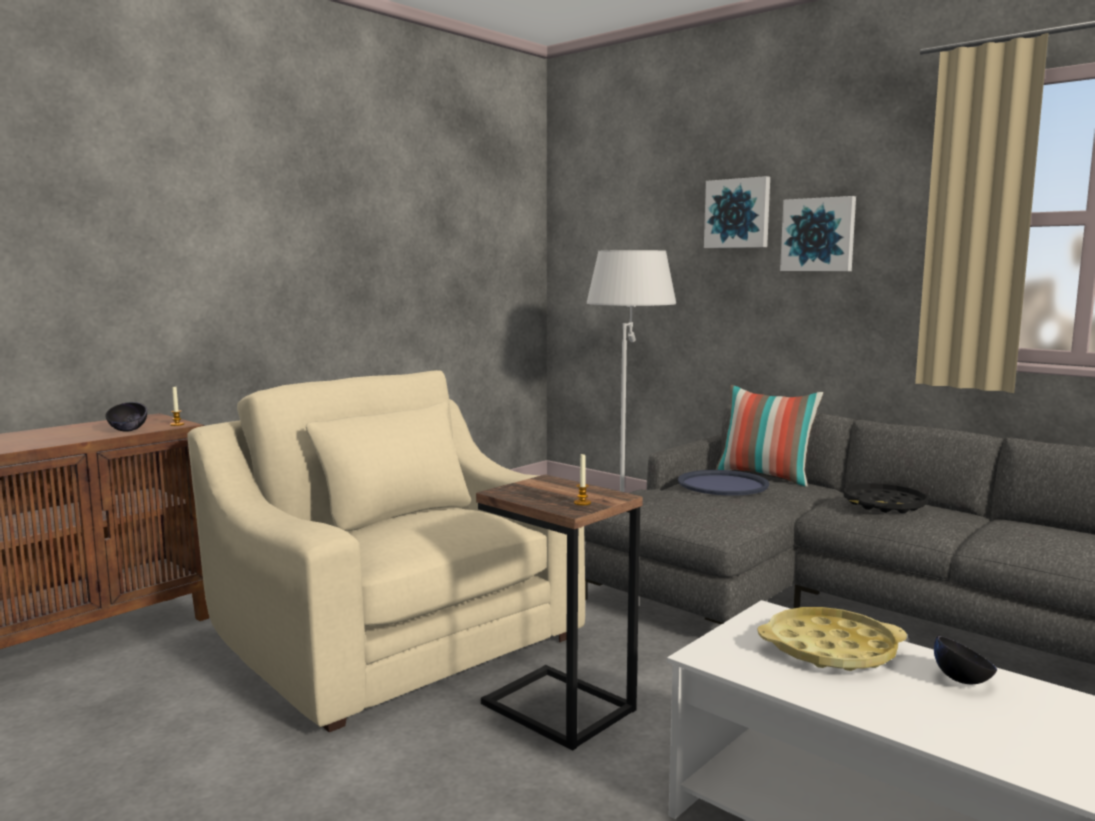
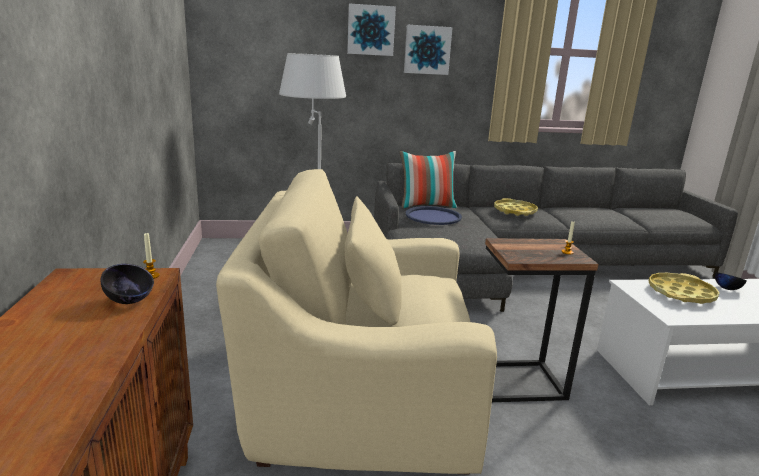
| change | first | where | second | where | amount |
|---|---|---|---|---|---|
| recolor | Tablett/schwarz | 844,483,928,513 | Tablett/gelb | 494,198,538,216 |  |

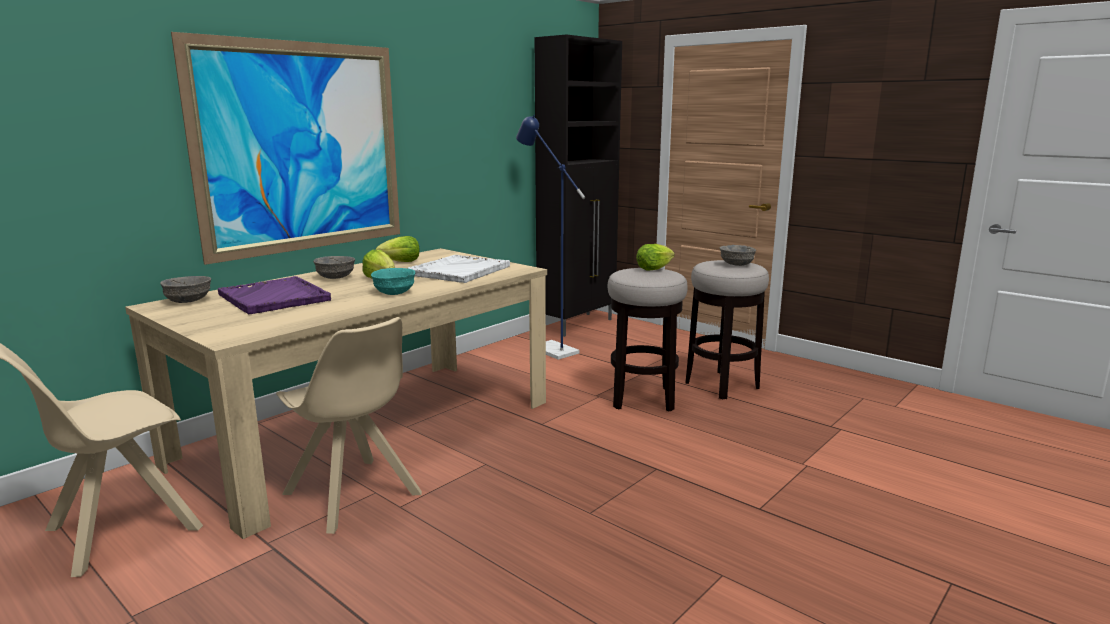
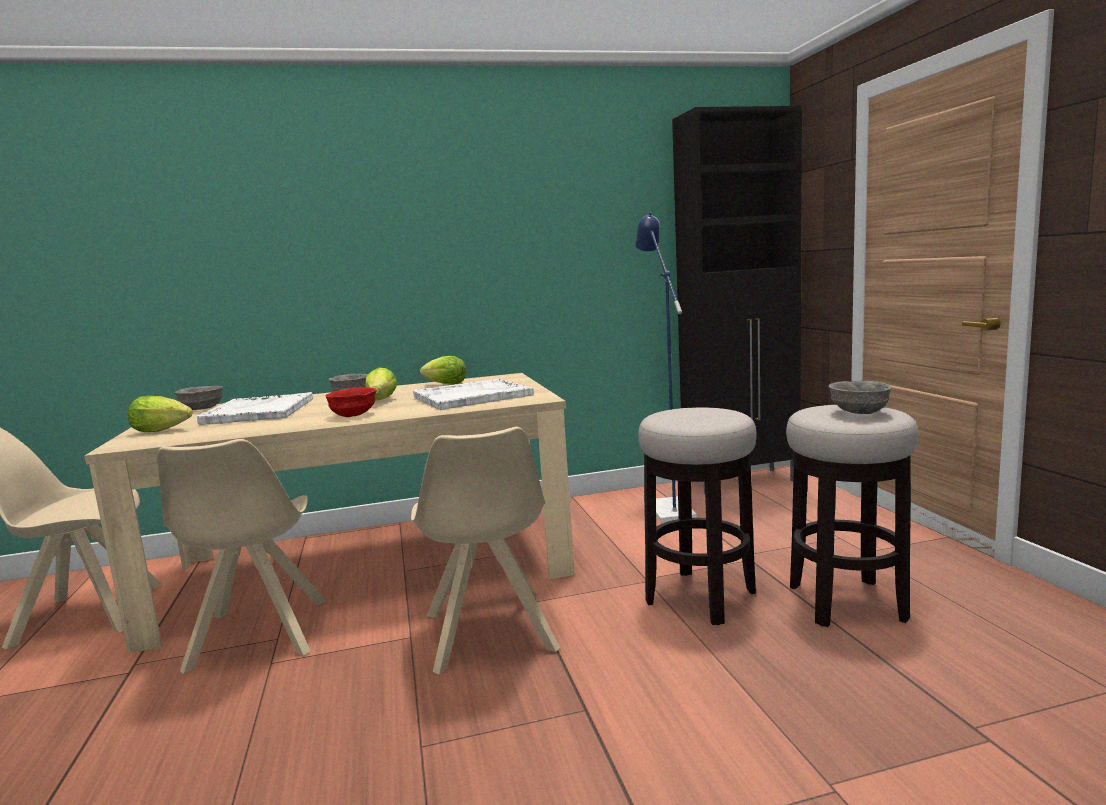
| change | first | where | second | where | amount |
|---|---|---|---|---|---|
| delete | Bild | 171,32,400,265 |  |  |  |
| recolor | Tablett/lila | 218,276,331,314 | Tablett/weiß | 197,392,313,425 |  |
| recolor | Schüssel/türkis | 371,268,415,295 | Schüssel/rot | 325,387,377,417 |  |
| move | Salatkopf | 636,244,675,270 |  | 128,396,193,432 |  |
| insert |  |  | Stuhl/beige | 411,427,560,674 |  |

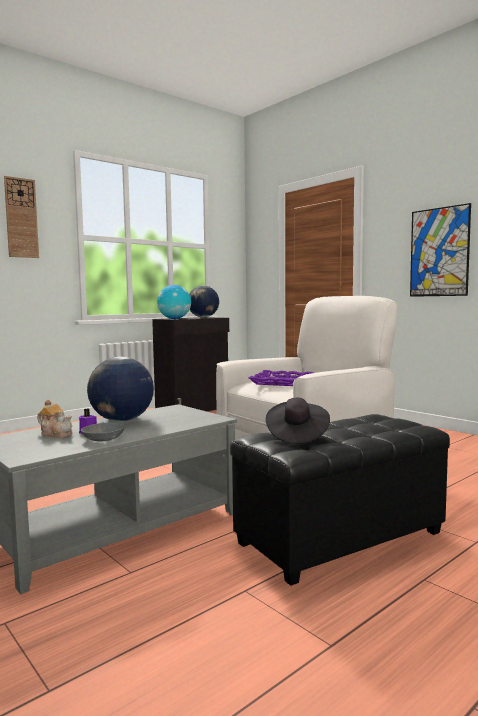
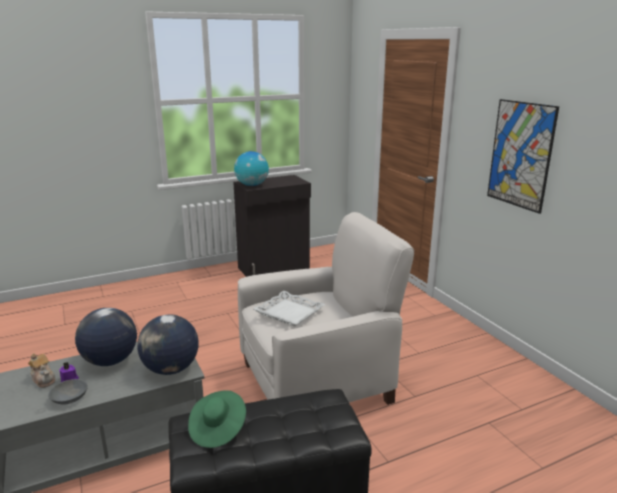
| change | first | where | second | where | amount |
|---|---|---|---|---|---|
| delete | Wanduhr | 4,176,39,258 |  |  |  |
| move | Globus | 189,286,219,318 |  | 137,315,199,375 |  |
| recolor | Tablett/lila | 249,370,314,386 | Tablett/weiß | 253,291,325,327 |  |
| recolor | Hut/schwarz | 266,398,330,444 | Hut/grün | 188,390,246,448 |  |

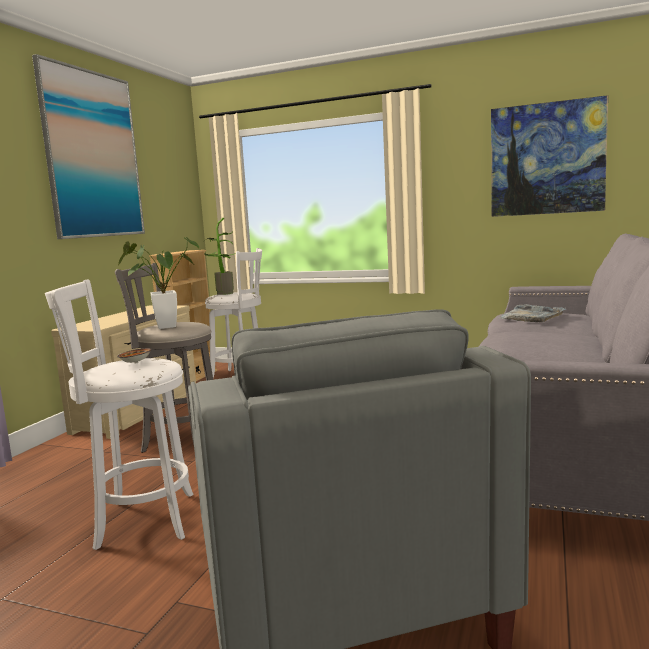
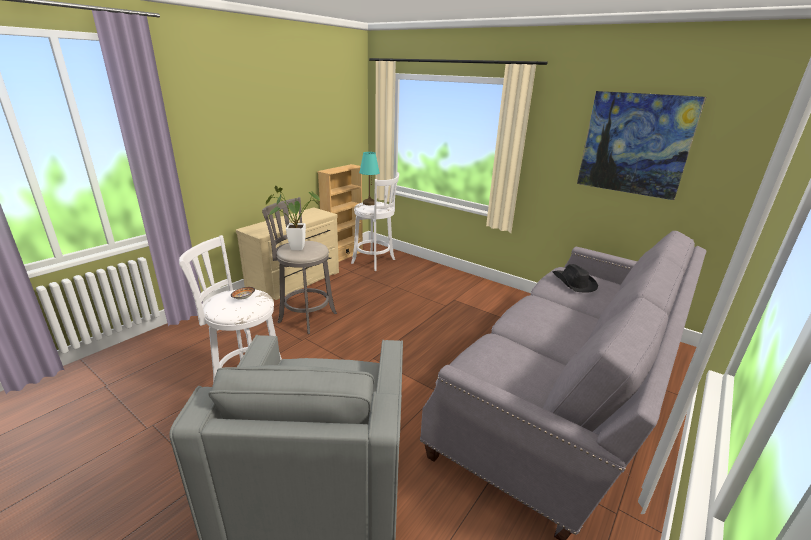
| change | first | where | second | where | amount |
|---|---|---|---|---|---|
| delete | Bild | 32,54,145,239 |  |  |  |
| replace | Topfpflanze | 204,218,236,295 | Tischlampe/türkis | 359,152,380,205 |  |
| replace | Tablett/grau | 499,304,566,322 | Hut/schwarz | 552,264,598,292 |  |

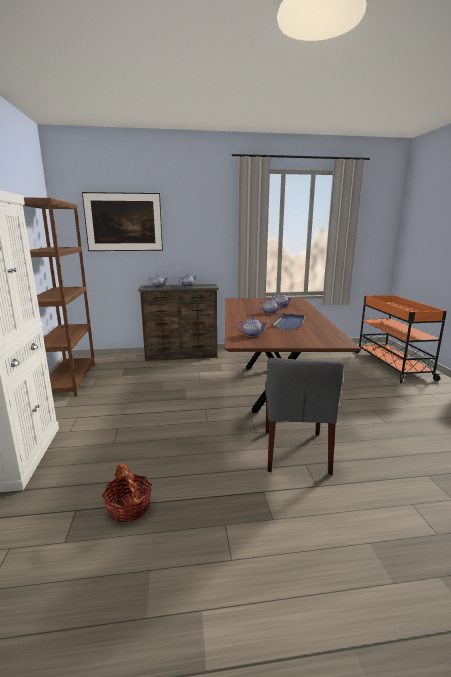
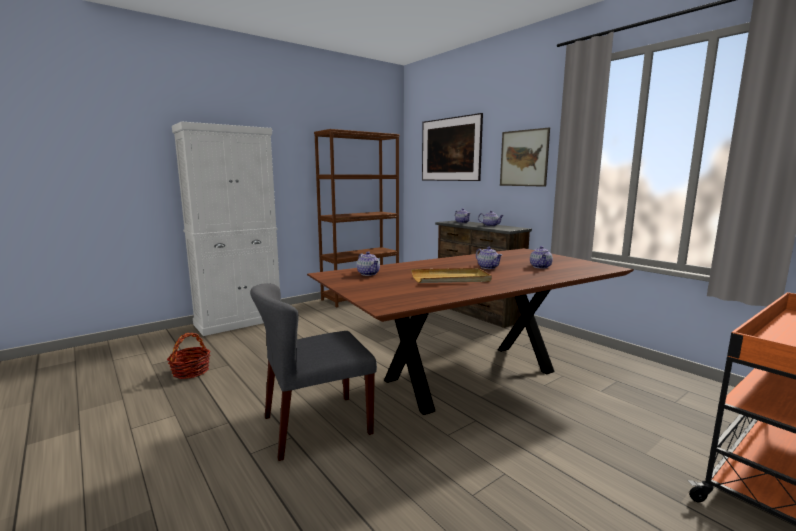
| change | first | where | second | where | amount |
|---|---|---|---|---|---|
| recolor | Tablett/blau | 272,313,305,330 | Tablett/beige | 411,268,492,283 |  |
| insert |  |  | Bild | 500,128,550,187 |  |

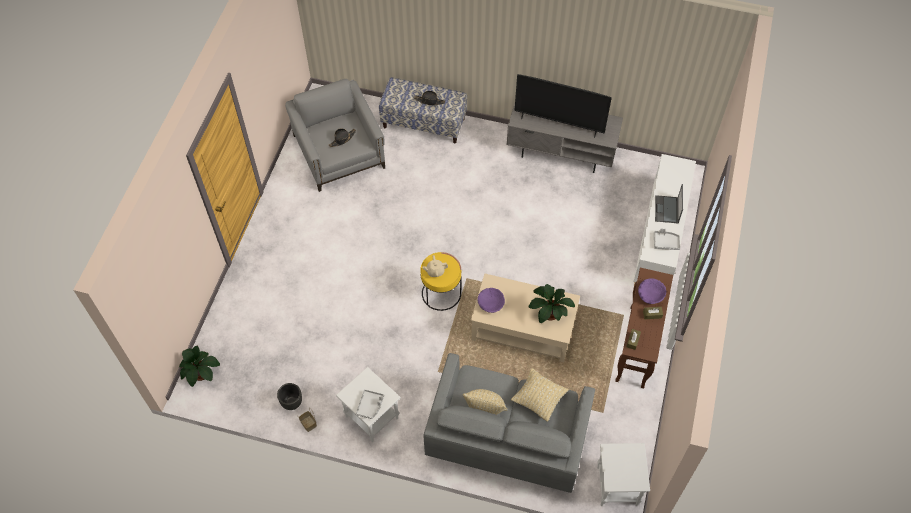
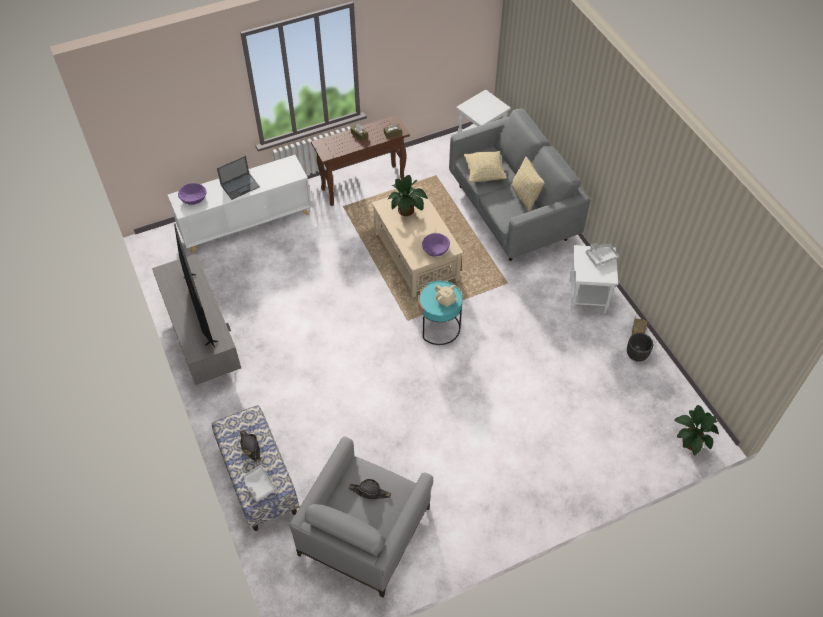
| change | first | where | second | where | amount |
|---|---|---|---|---|---|
| recolor | Beistelltisch/gelb | 420,252,462,311 | Beistelltisch/türkis | 418,281,462,345 |  |
| move | Schüssel/lila | 638,278,666,304 |  | 178,183,207,205 |  |
| move | Tablett/grau | 654,228,680,250 |  | 244,465,277,502 |  |

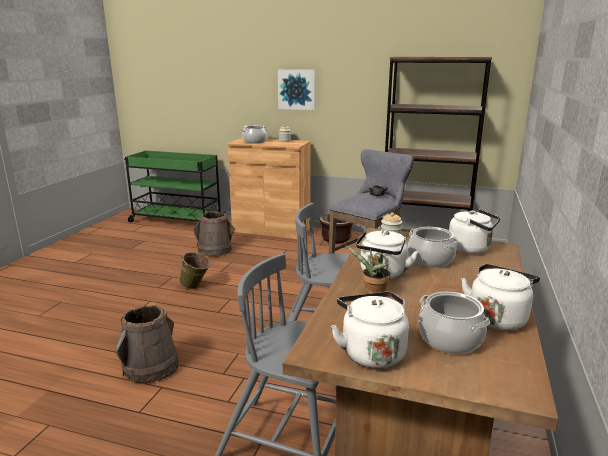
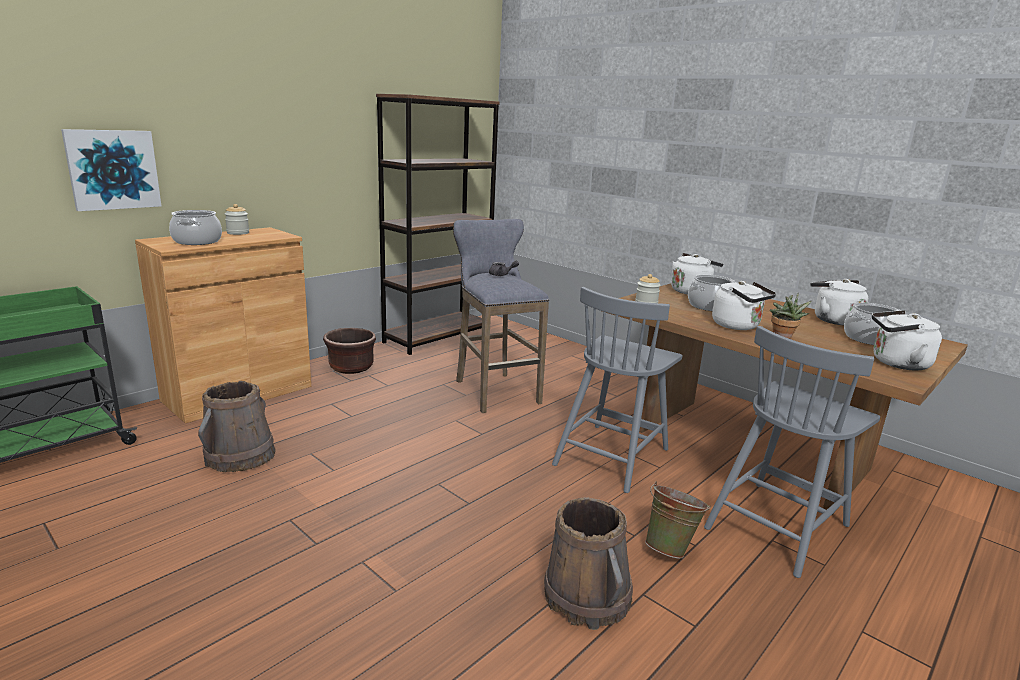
| change | first | where | second | where | amount |
|---|---|---|---|---|---|
| move | Eimer/grün | 179,252,211,289 |  | 645,482,711,559 |  |
| move | Bild | 278,69,316,110 |  | 61,129,162,211 |  |

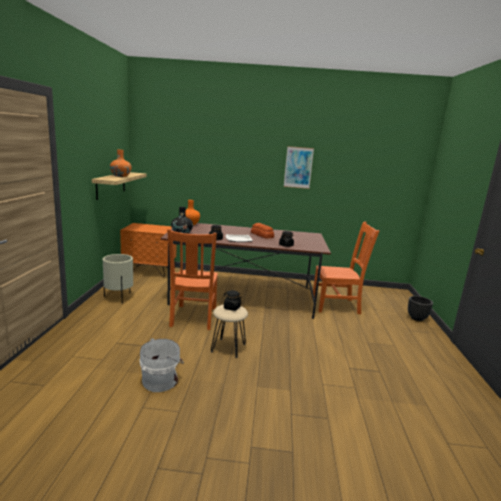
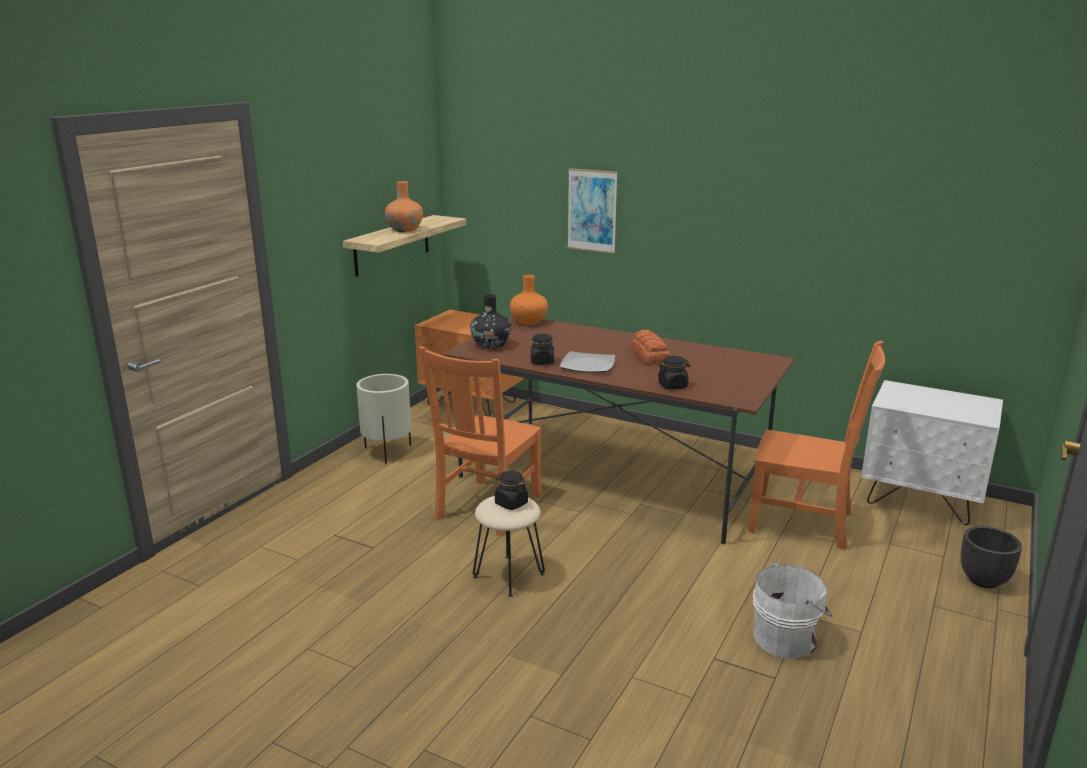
| change | first | where | second | where | amount |
|---|---|---|---|---|---|
| move | Eimer/weiß | 139,338,184,392 |  | 753,562,832,658 |  |
| move | Bild | 284,146,314,189 |  | 568,168,618,253 |  |
| insert |  |  | Nachttisch/weiß | 861,380,1003,525 |  |

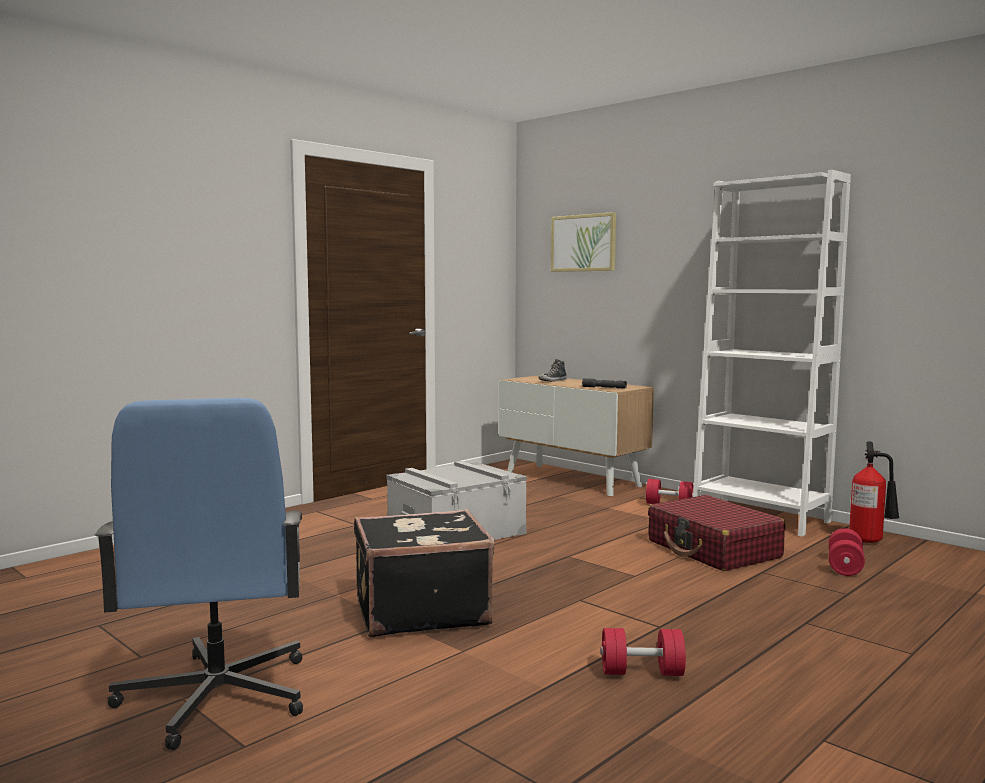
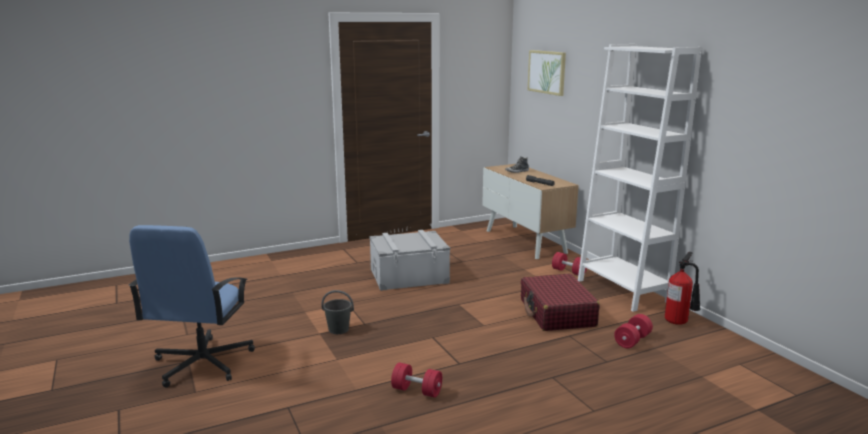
| change | first | where | second | where | amount |
|---|---|---|---|---|---|
| replace | Koffer/schwarz | 354,509,495,638 | Eimer/grau | 321,290,354,334 |  |

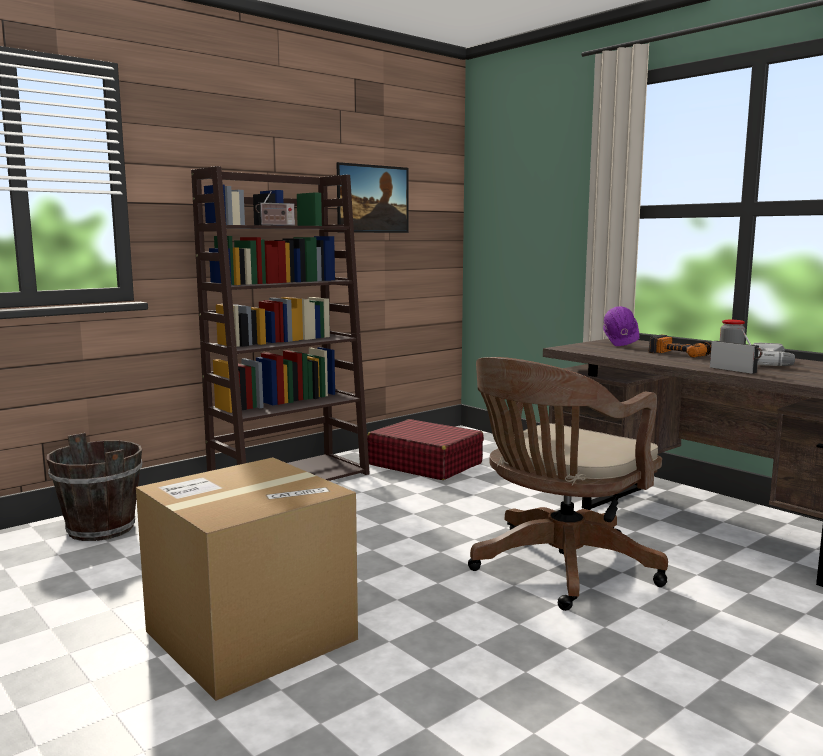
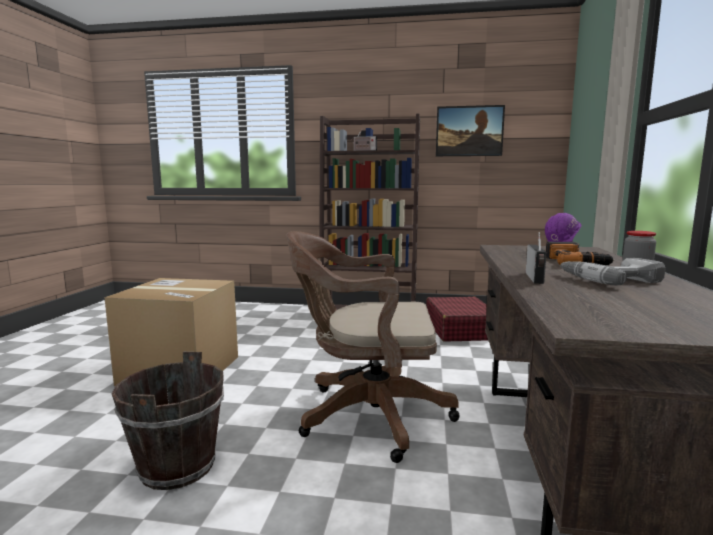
| change | first | where | second | where | amount |
|---|---|---|---|---|---|
| move | Eimer/braun | 47,433,142,541 |  | 112,352,224,490 |  |

